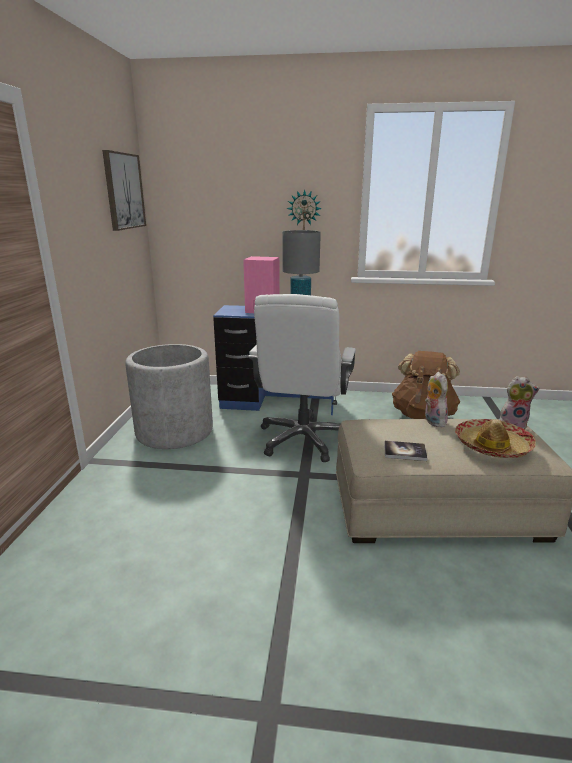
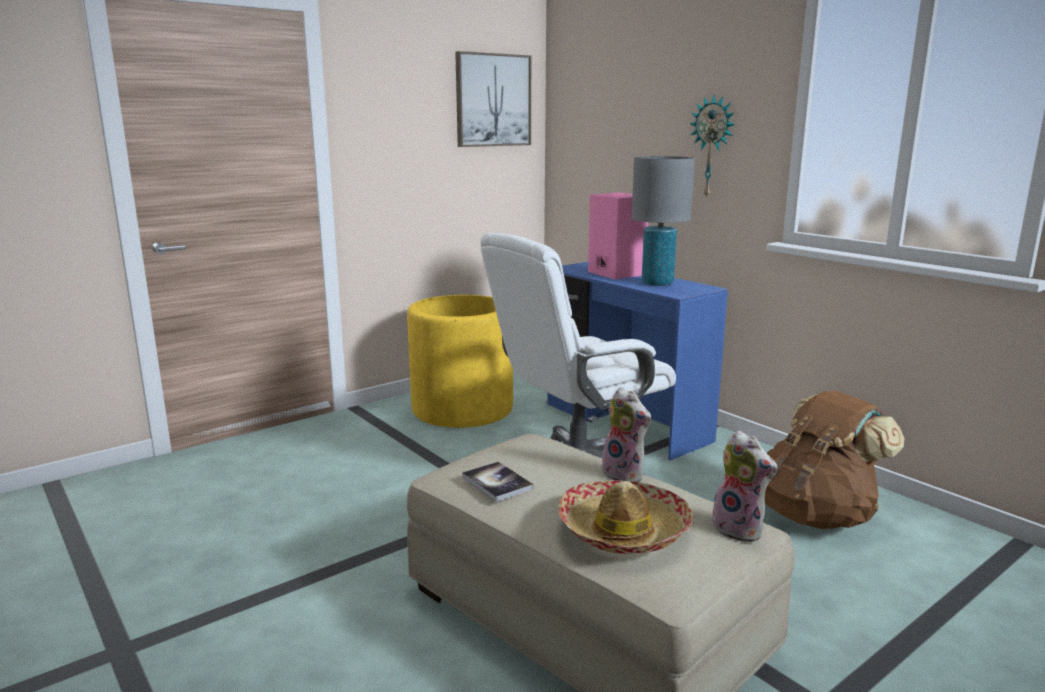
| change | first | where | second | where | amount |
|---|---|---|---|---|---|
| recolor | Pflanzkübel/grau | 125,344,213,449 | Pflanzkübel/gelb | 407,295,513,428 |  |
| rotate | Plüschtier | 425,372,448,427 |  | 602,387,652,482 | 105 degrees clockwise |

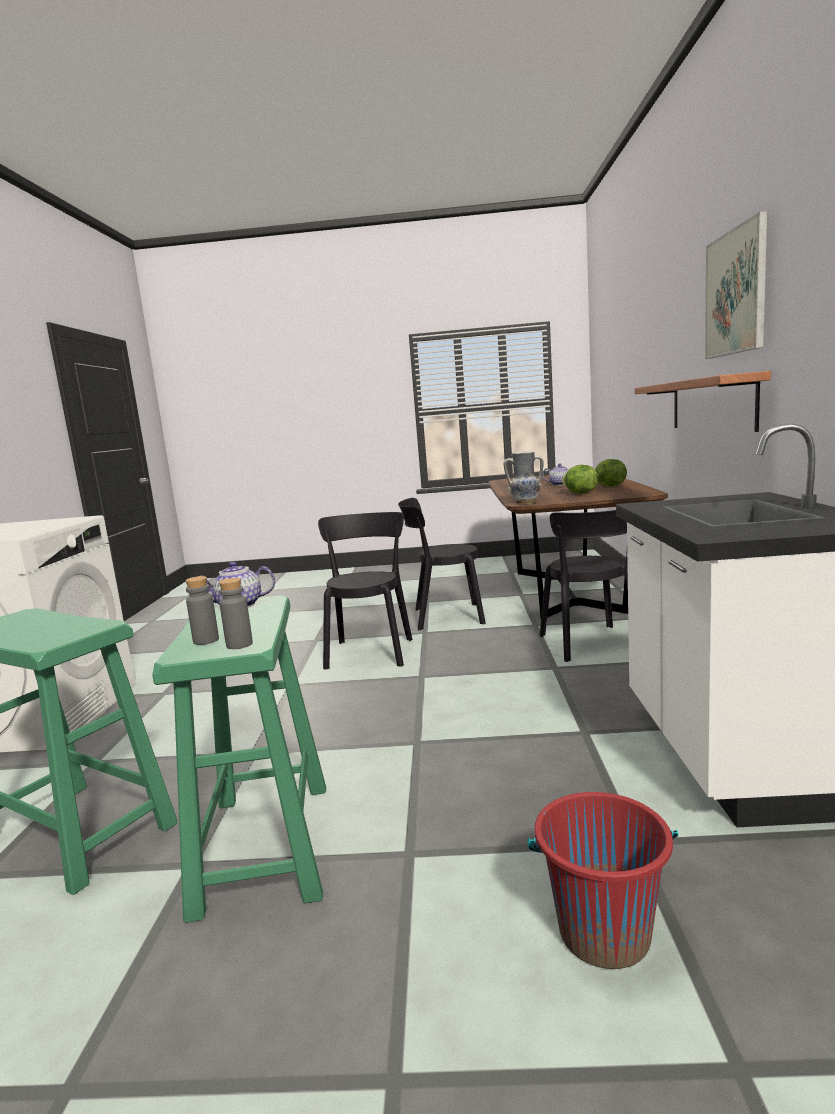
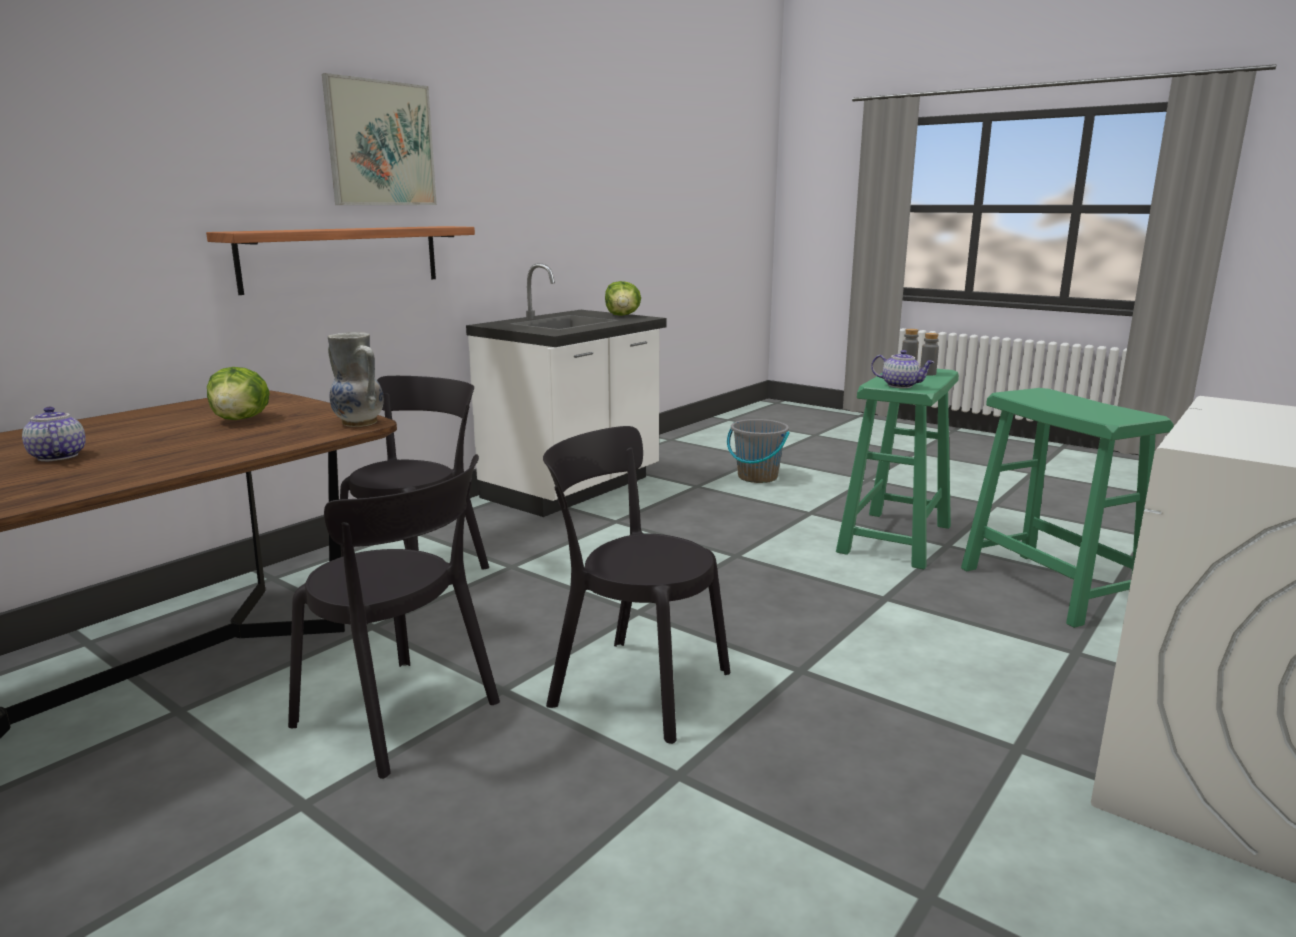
| change | first | where | second | where | amount |
|---|---|---|---|---|---|
| rotate | Stuhl/schwarz | 318,512,412,670 |  | 543,426,730,744 | 75 degrees clockwise |
| recolor | Eimer/rot | 528,792,679,969 | Eimer/grau | 727,419,790,483 |  |
| move | Salatkopf | 594,459,627,487 |  | 605,281,641,316 |  |

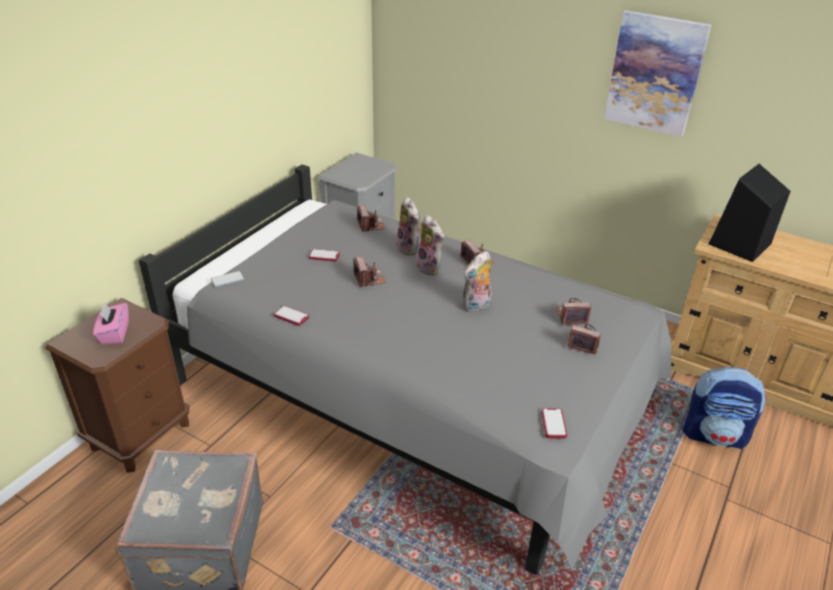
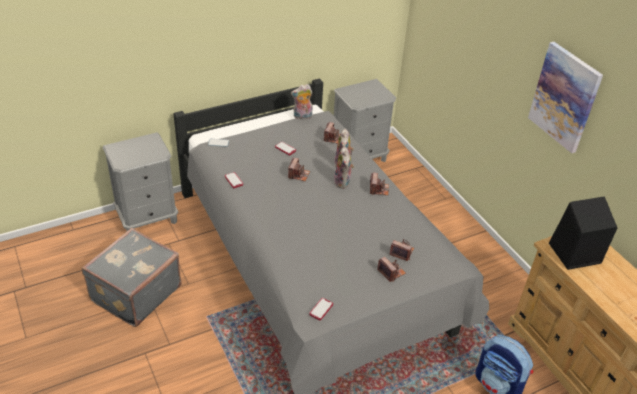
| change | first | where | second | where | amount |
|---|---|---|---|---|---|
| recolor | Nachttisch/braun | 45,298,190,473 | Nachttisch/grau | 102,132,178,231 |  |
| delete | Taschentuchbox/rosa | 93,303,129,345 |  |  |  |
| move | Plüschtier | 462,251,492,312 |  | 291,84,313,119 |  |

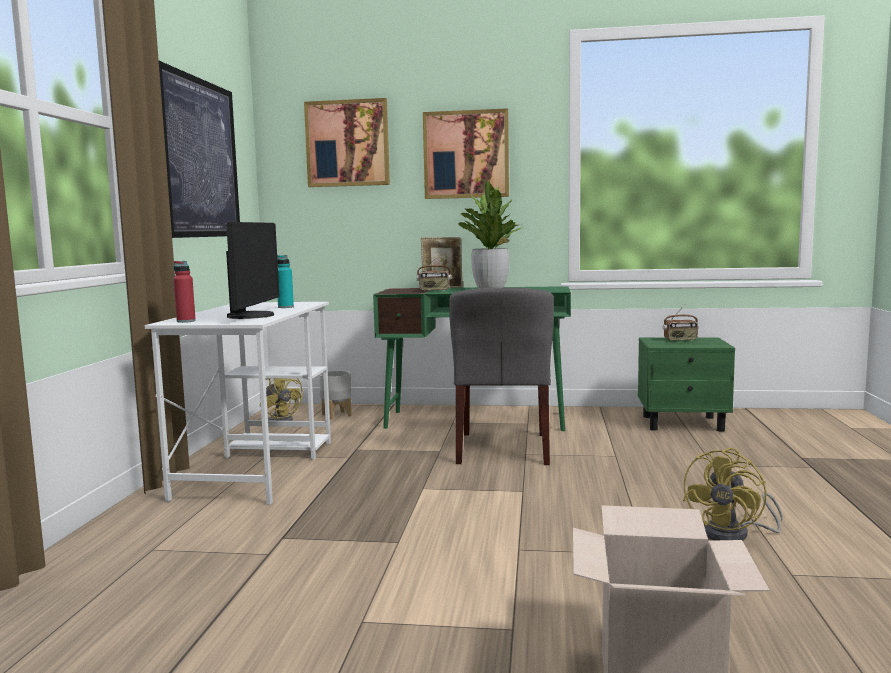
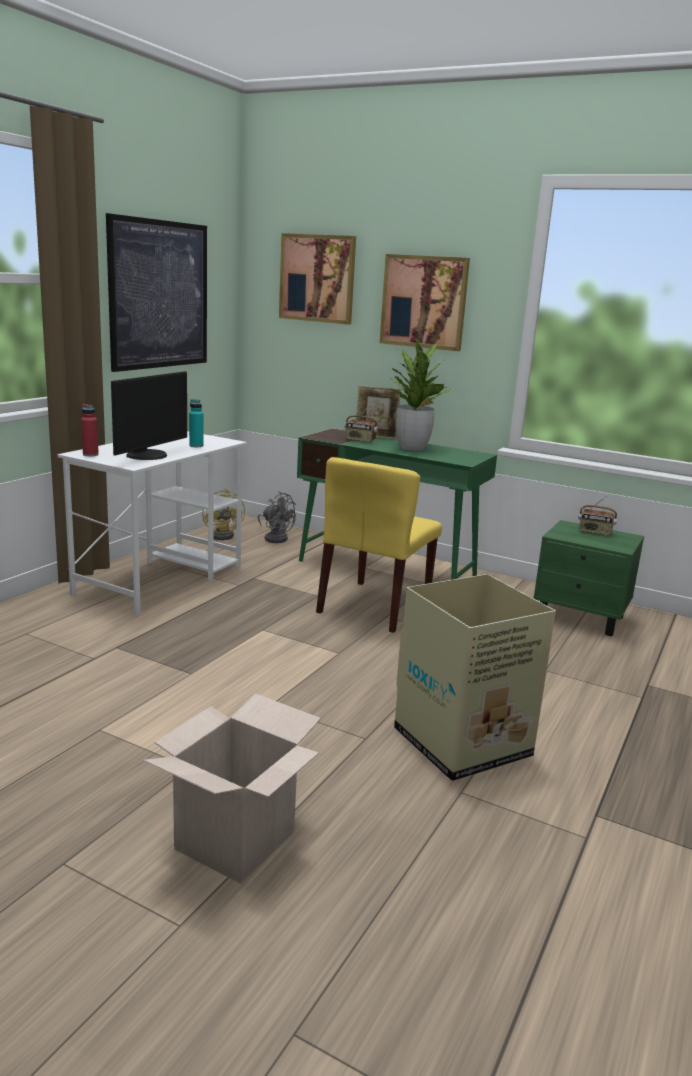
| change | first | where | second | where | amount |
|---|---|---|---|---|---|
| replace | Pflanzkübel/grau | 319,370,352,419 | Ventilator/grau | 258,491,296,543 |  |
| recolor | Stuhl/grau | 449,287,554,465 | Stuhl/gelb | 316,457,442,633 |  |
| replace | Ventilator/gelb | 683,448,783,541 | Karton | 394,574,556,781 |  |

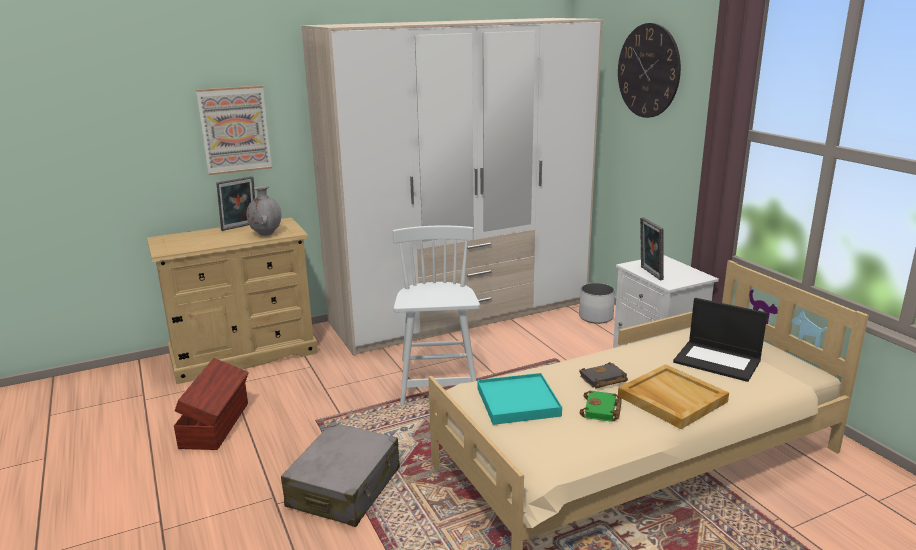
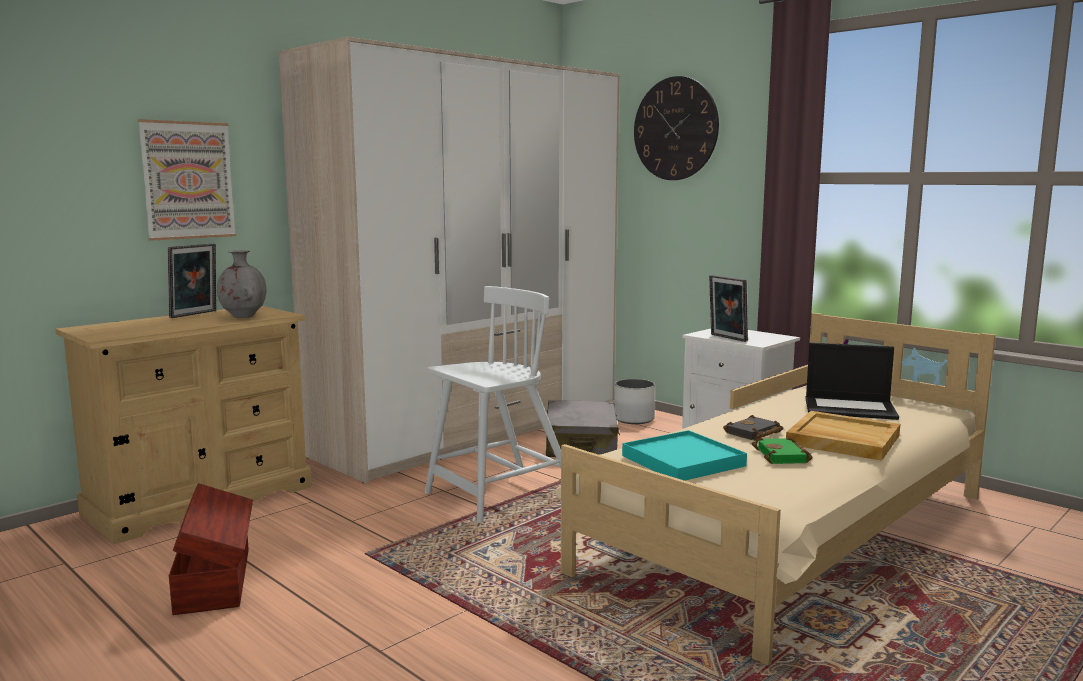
| change | first | where | second | where | amount |
|---|---|---|---|---|---|
| move | Koffer/grau | 281,422,400,527 |  | 546,400,620,457 |  |
| rotate | Stuhl/weiß | 393,226,480,405 |  | 425,286,561,523 | 75 degrees clockwise |

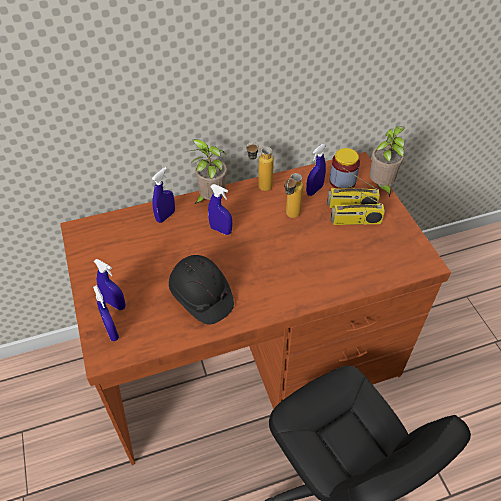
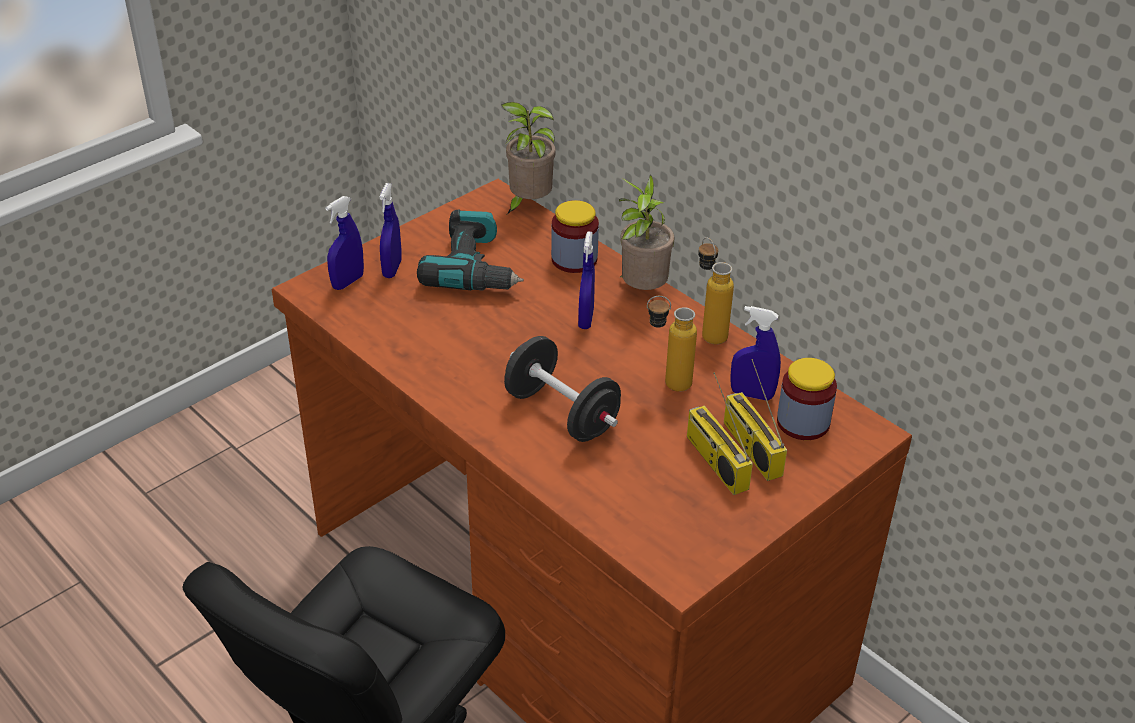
| change | first | where | second | where | amount |
|---|---|---|---|---|---|
| replace | Sprühflasche/blau | 152,167,175,223 | Vorratsglas | 551,200,599,273 |  |
| delete | Schutzhelm/schwarz | 169,255,234,325 |  |  |  |
| move | Topfpflanze | 370,126,405,197 |  | 501,102,555,214 |  |
| insert |  |  | Bohrmaschine | 417,210,524,291 |  |
| insert |  |  | Hantel/schwarz | 504,336,621,442 |  |

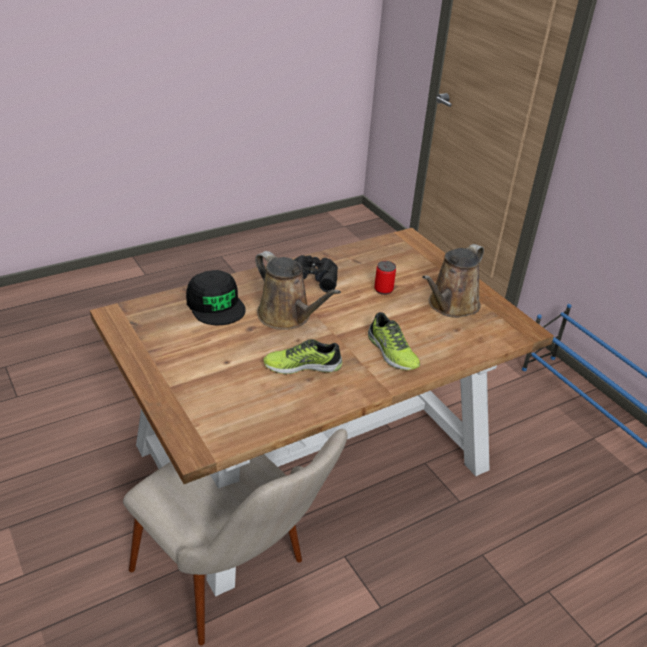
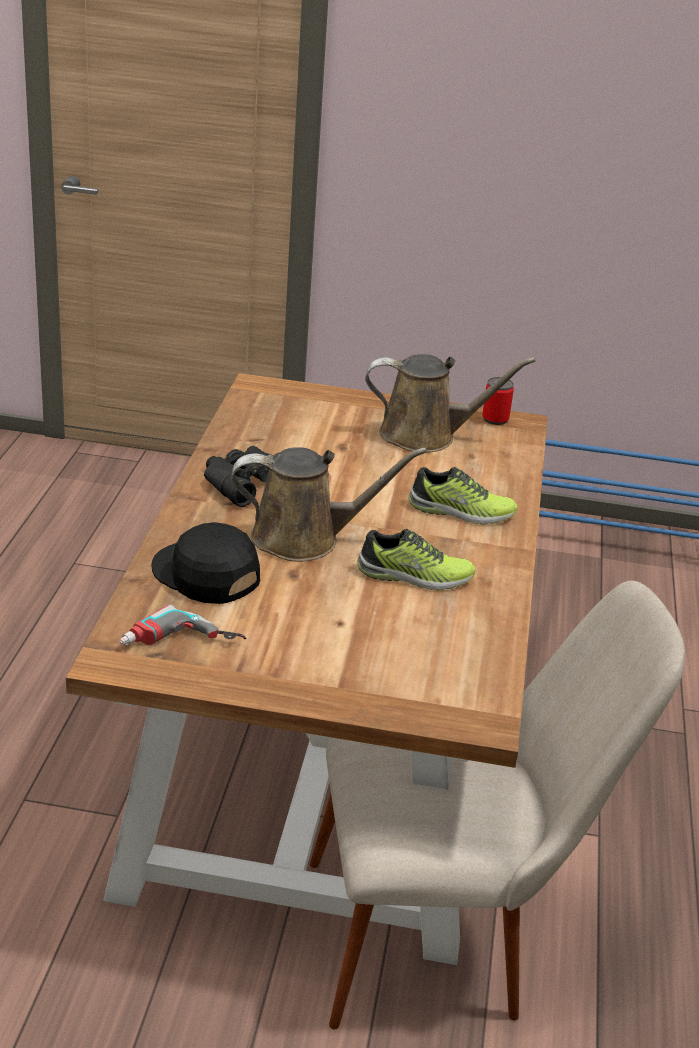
| change | first | where | second | where | amount |
|---|---|---|---|---|---|
| rotate | Kappe/schwarz | 186,270,246,325 |  | 151,522,260,604 | 150 degrees counterclockwise |
| rotate | Schuh | 264,339,342,374 |  | 357,529,476,590 | 120 degrees counterclockwise |
| move | Dose | 374,261,396,295 |  | 482,377,514,425 |  |
| rotate | Gießkanne/braun | 422,244,484,318 |  | 365,354,536,453 | 75 degrees counterclockwise |
| insert |  |  | Bohrmaschine | 120,604,246,645 |  |

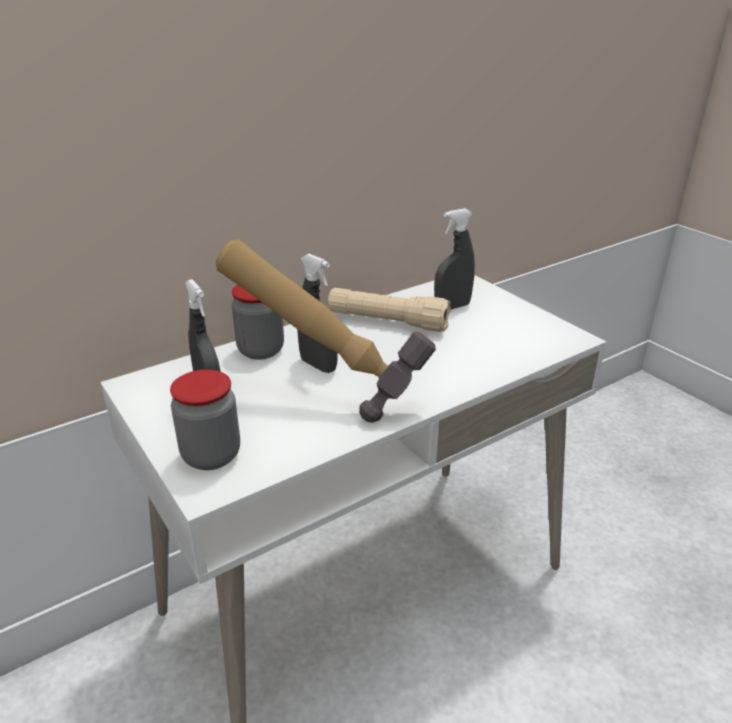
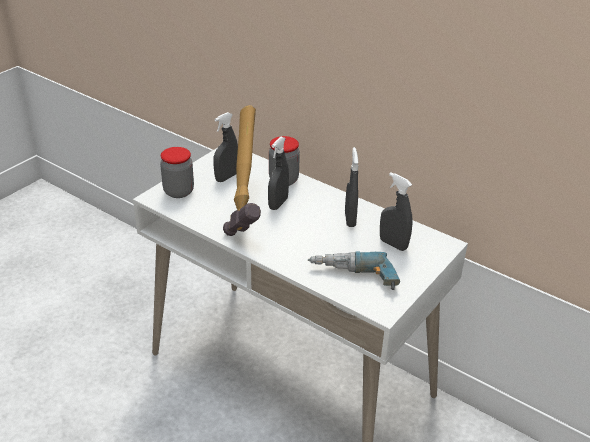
| change | first | where | second | where | amount |
|---|---|---|---|---|---|
| replace | Taschenlampe/beige | 328,288,451,332 | Sprühflasche/grau | 345,147,358,227 |  |
| insert |  |  | Bohrmaschine | 308,251,400,290 |  |

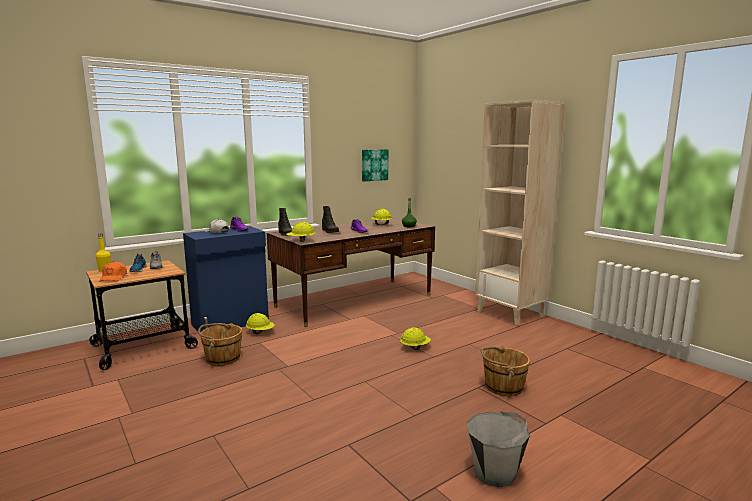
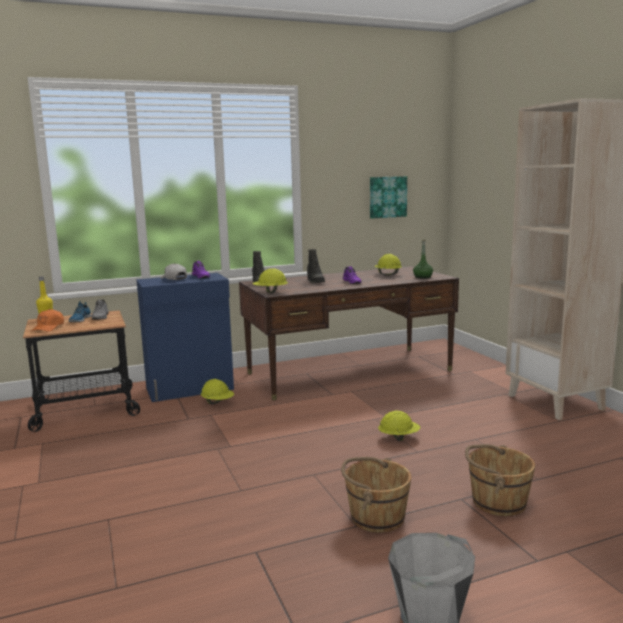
| change | first | where | second | where | amount |
|---|---|---|---|---|---|
| move | Eimer/braun | 198,323,242,366 |  | 341,457,412,533 |  |

